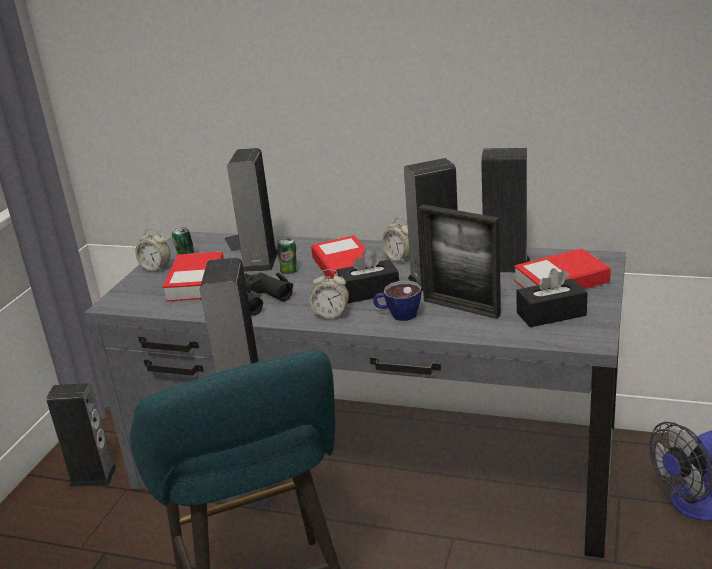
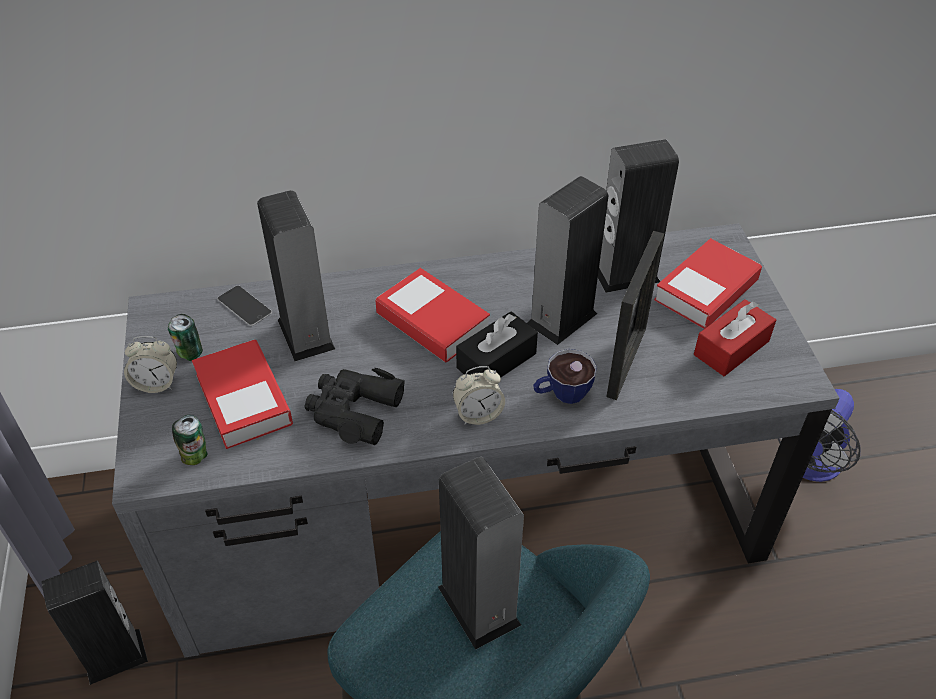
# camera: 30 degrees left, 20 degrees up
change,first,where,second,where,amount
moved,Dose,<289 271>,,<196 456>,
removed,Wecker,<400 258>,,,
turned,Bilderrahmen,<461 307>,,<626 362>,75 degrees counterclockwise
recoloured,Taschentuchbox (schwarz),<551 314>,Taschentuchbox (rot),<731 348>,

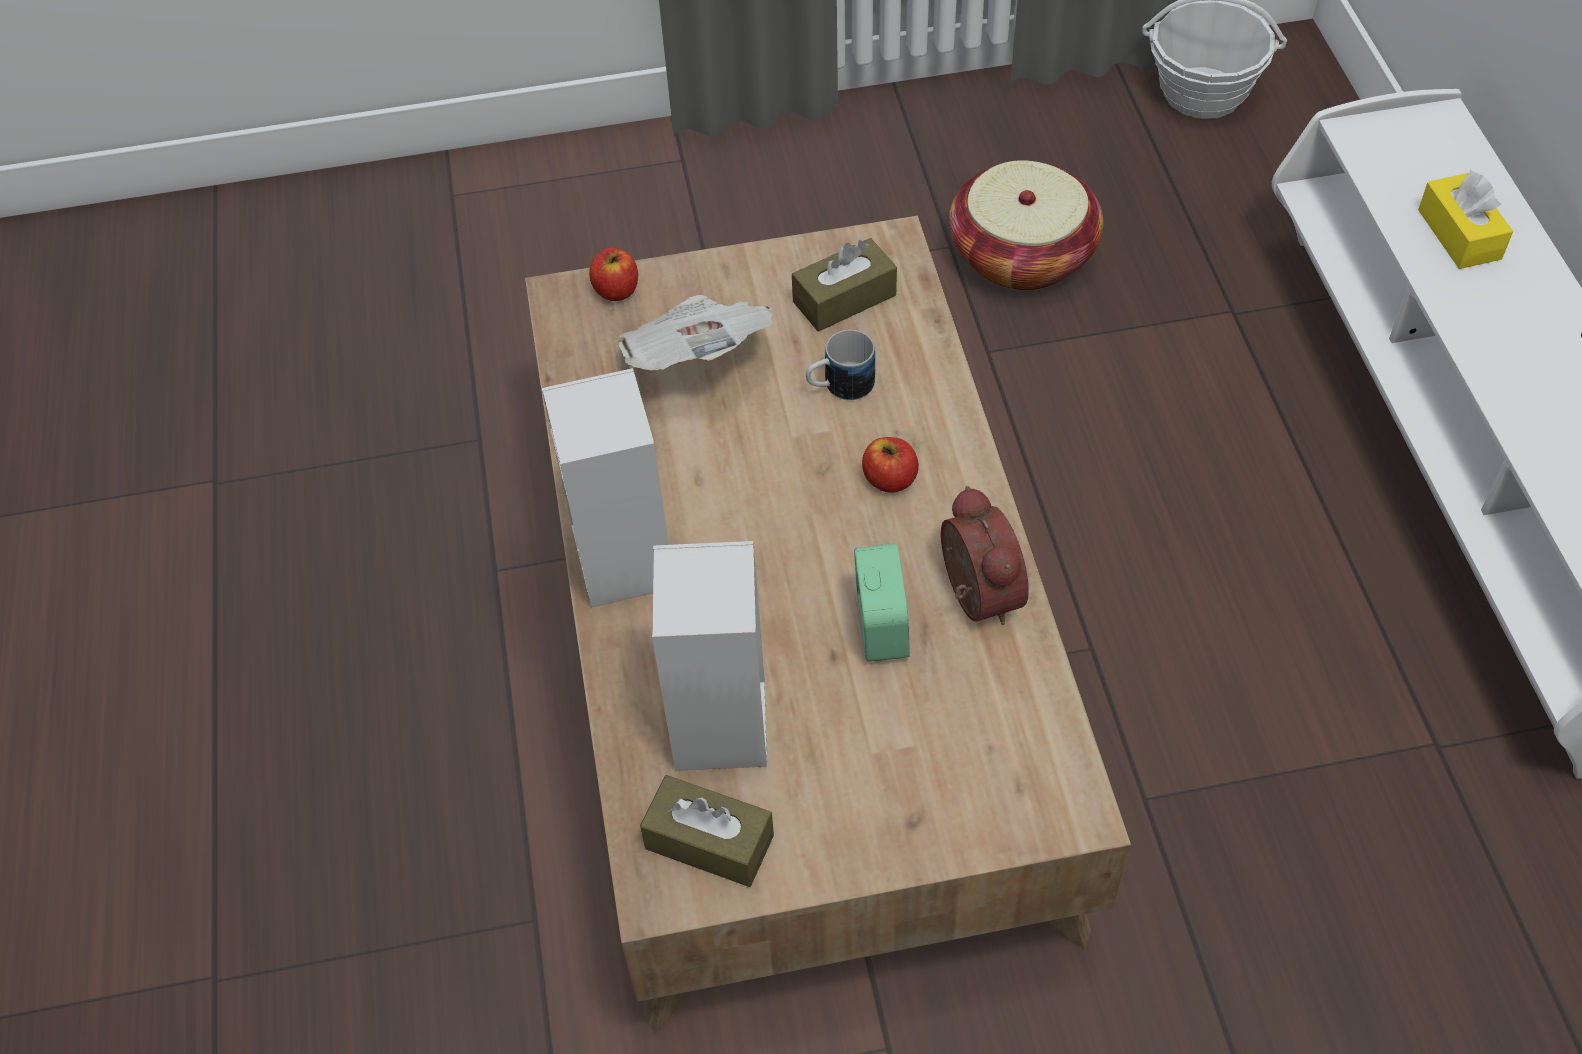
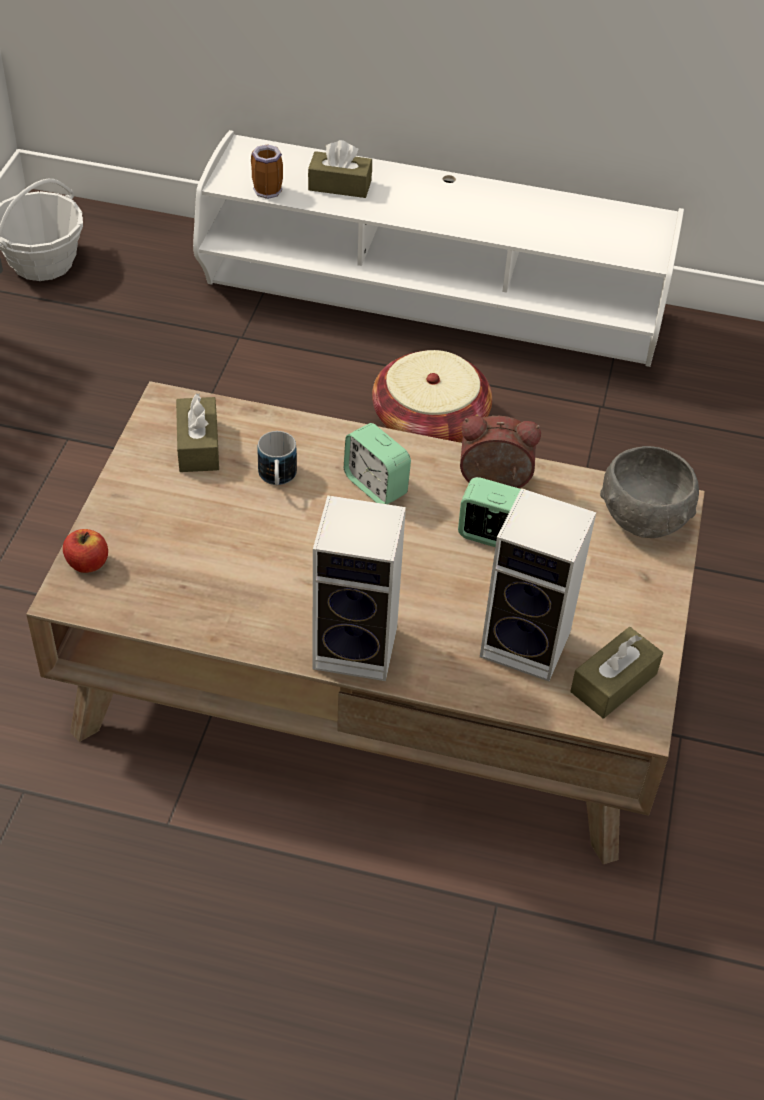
# camera: 70 degrees left, 5 degrees down
change,first,where,second,where,amount
removed,Zeitung,<697 359>,,,
replaced,Apfel,<890 479>,Wecker,<375 485>,
moved,Korb,<1022 255>,,<430 423>,
recoloured,Taschentuchbox (gelb),<1459 234>,Taschentuchbox (braun),<340 185>,
added,,,Henkelbecher,<264 190>,
added,,,Schüssel (grau),<643 517>,

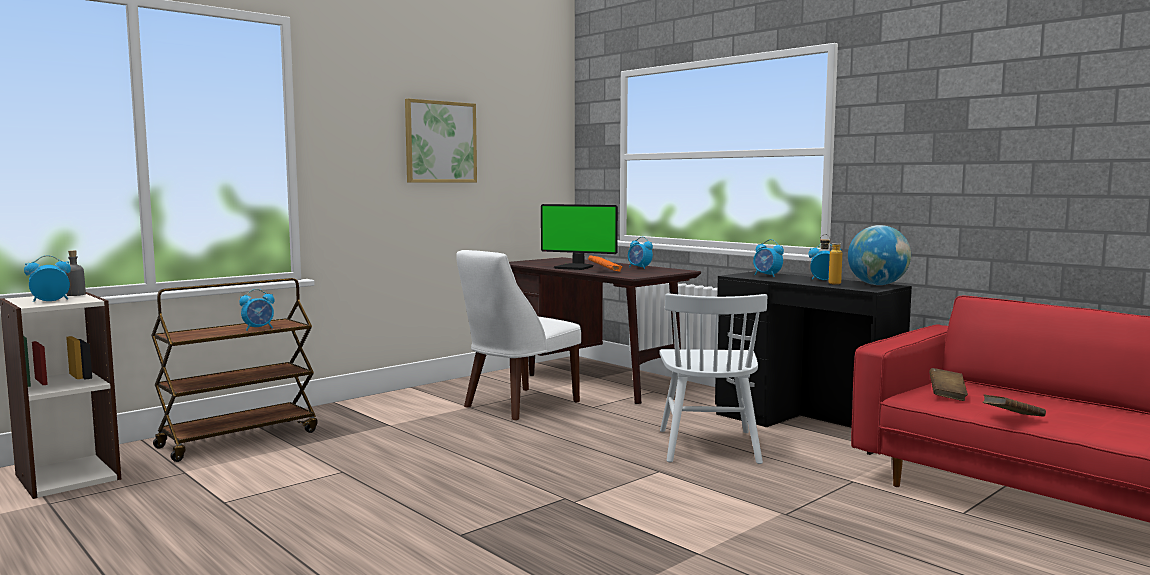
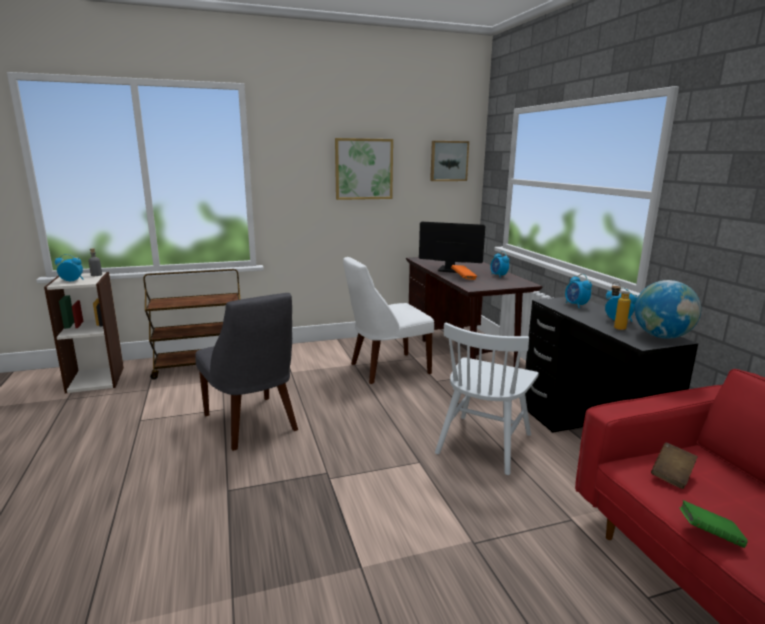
# camera: 25 degrees right, 10 degrees up
change,first,where,second,where,amount
removed,Wecker,<259 328>,,,
turned,Monitor,<575 267>,,<450 270>,150 degrees clockwise
recoloured,Buch (braun),<1012 418>,Buch (grün),<709 535>,
added,,,Stuhl (grau),<252 424>,
added,,,Bild,<448 161>,

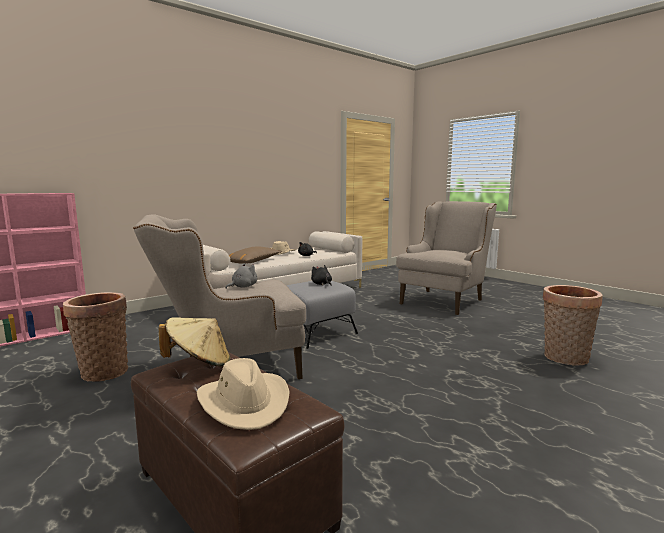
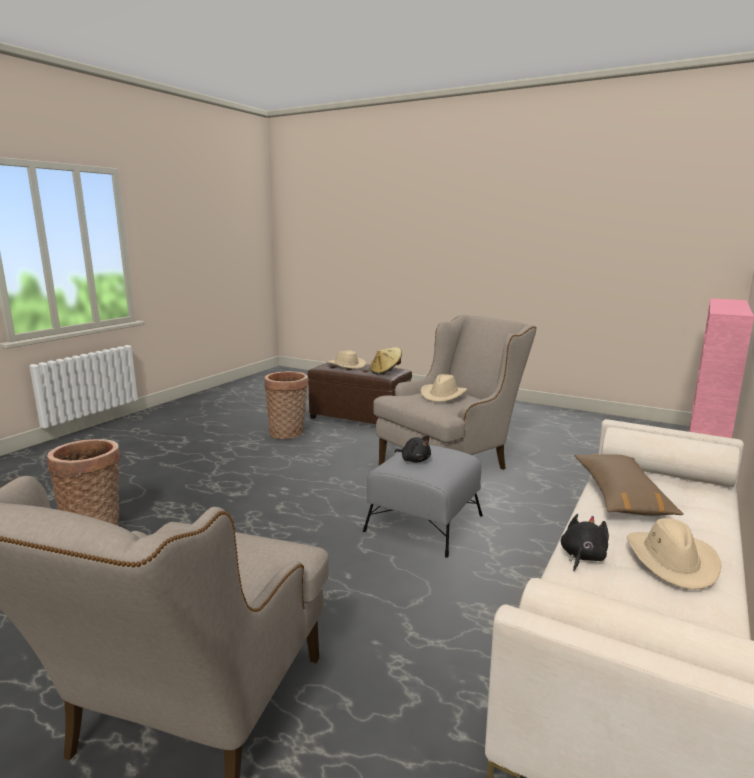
# camera: 160 degrees right, 5 degrees up
change,first,where,second,where,amount
moved,Korb,<102 371>,,<288 433>,
replaced,Plüschtier (grau),<243 287>,Hut (beige),<443 395>,

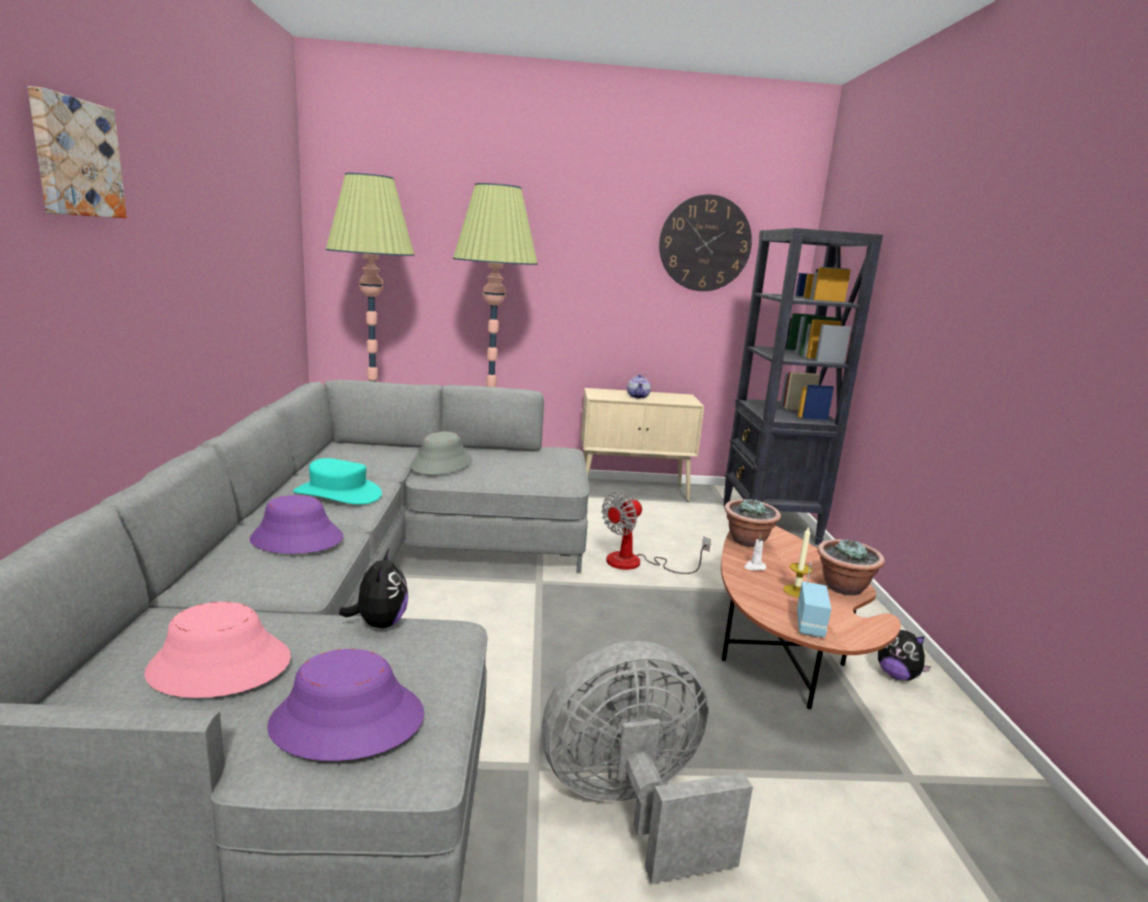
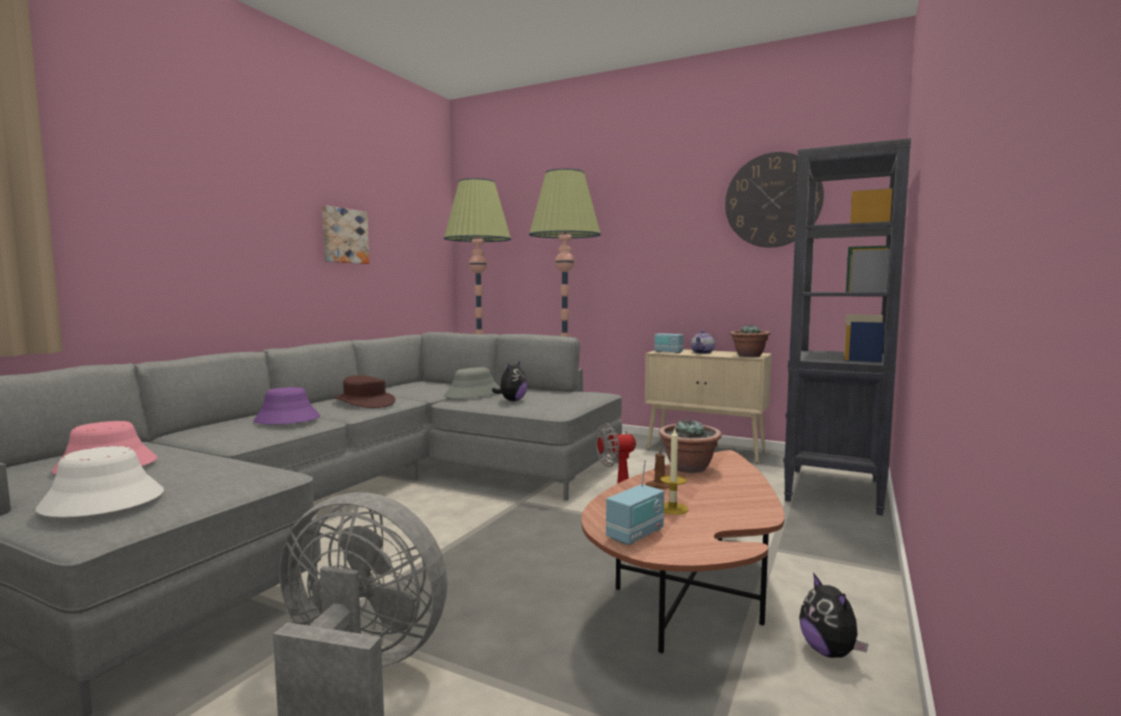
# camera: 30 degrees right, 10 degrees down
change,first,where,second,where,amount
moved,Bild,<74 158>,,<344 236>,
recoloured,Hut (lila),<347 721>,Hut (weiß),<102 501>,
recoloured,Hut (türkis),<338 493>,Hut (braun),<365 402>,
moved,Plüschtier,<379 624>,,<512 401>,
recoloured,Kerze (weiß),<754 567>,Kerze (braun),<658 486>,
moved,Topfpflanze,<844 588>,,<749 356>,
added,,,Radio,<668 352>,

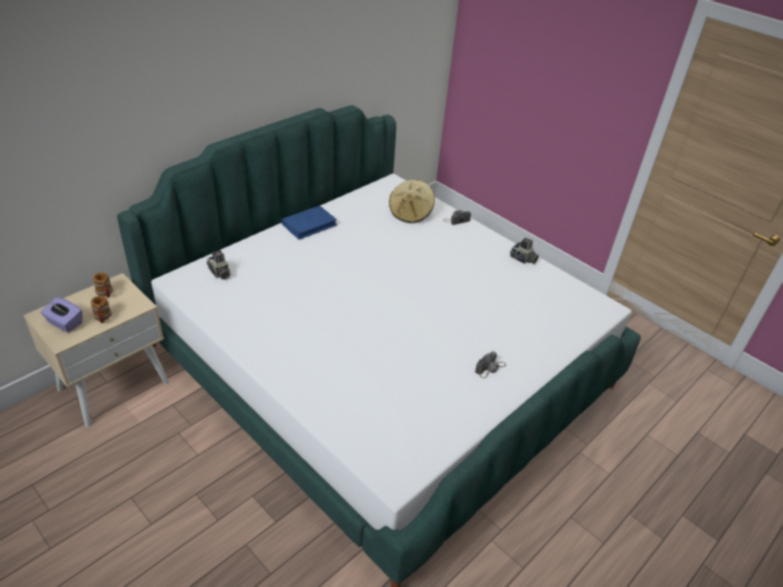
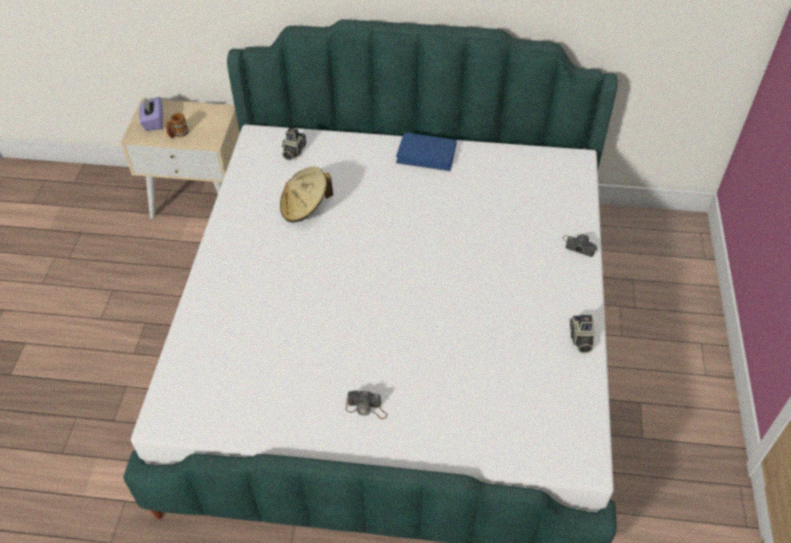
# camera: 55 degrees right, 10 degrees up
change,first,where,second,where,amount
removed,Henkelbecher,<105 293>,,,
moved,Hut (beige),<410 213>,,<305 208>,

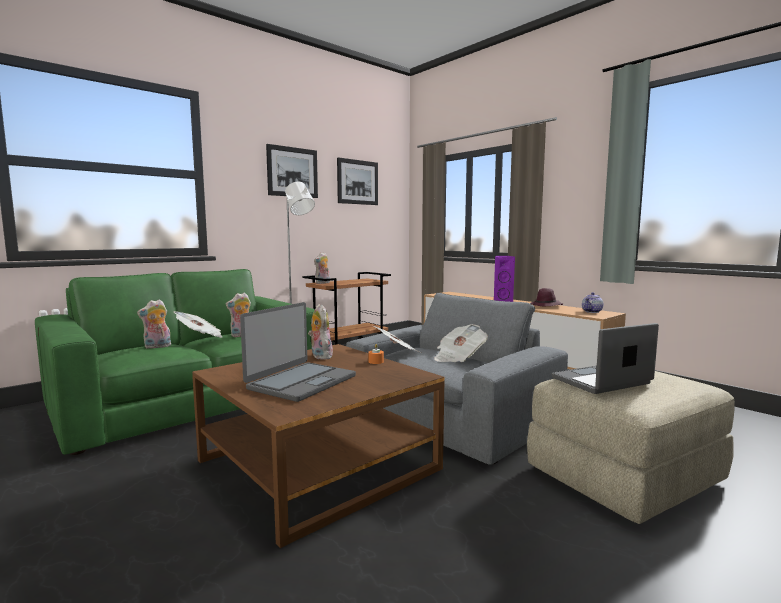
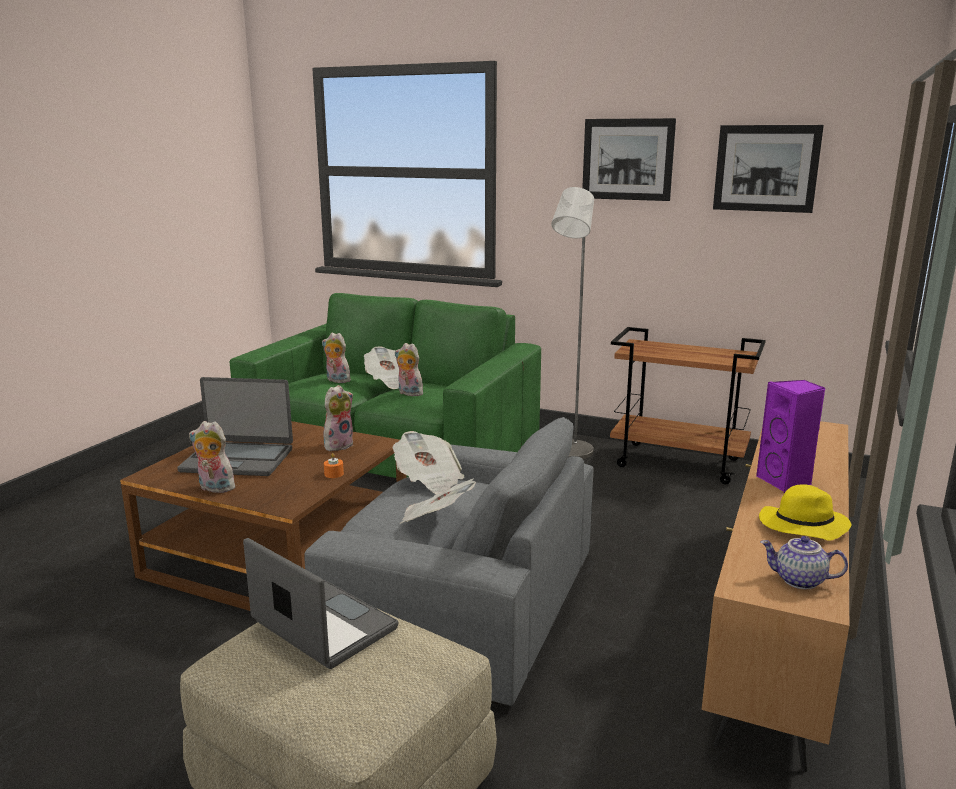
# camera: 65 degrees right, 10 degrees up
change,first,where,second,where,amount
moved,Plüschtier,<323 283>,,<214 488>,
recoloured,Hut (lila),<546 306>,Hut (gelb),<802 526>,

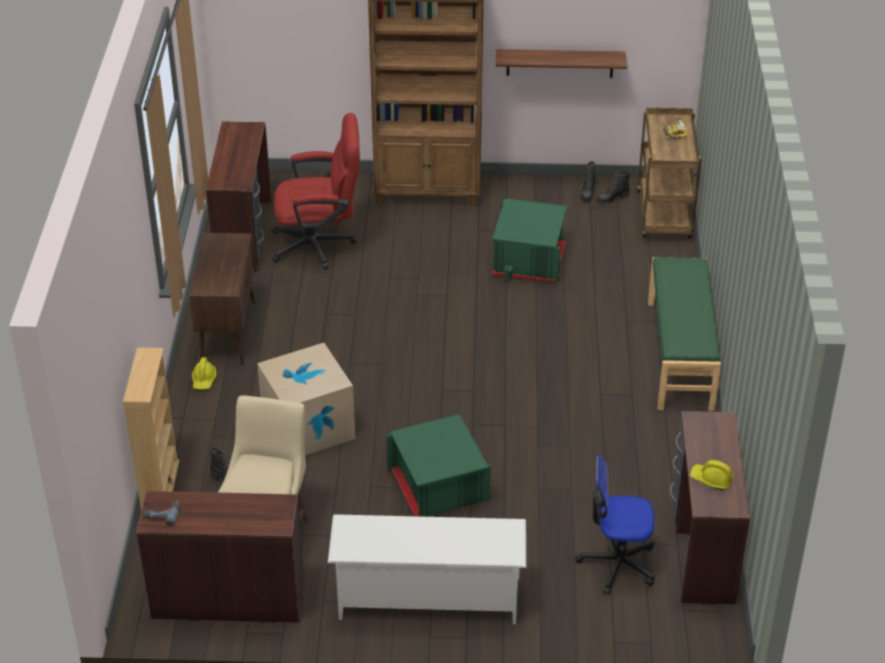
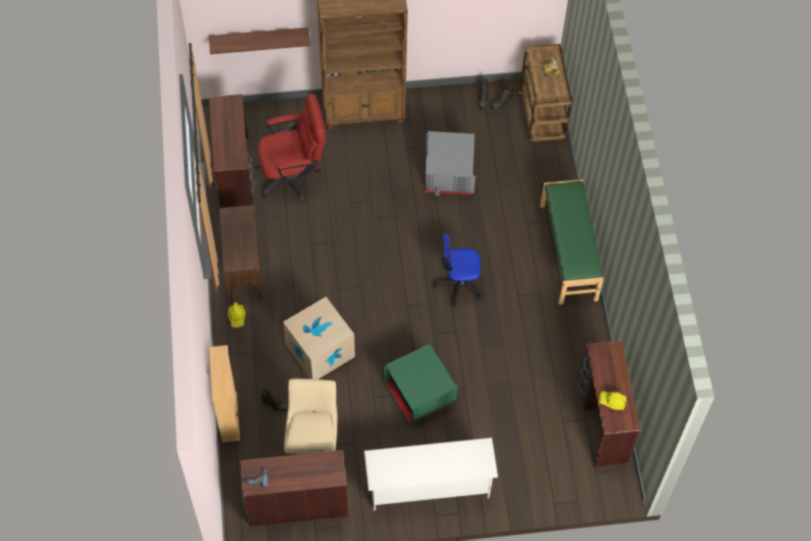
# camera: 10 degrees left, 20 degrees up
change,first,where,second,where,amount
recoloured,Aufbewahrungsbox (grün),<529 259>,Aufbewahrungsbox (grau),<449 172>,
moved,Wandregal,<560 63>,,<259 38>,
moved,Bürostuhl,<617 563>,,<458 285>,

